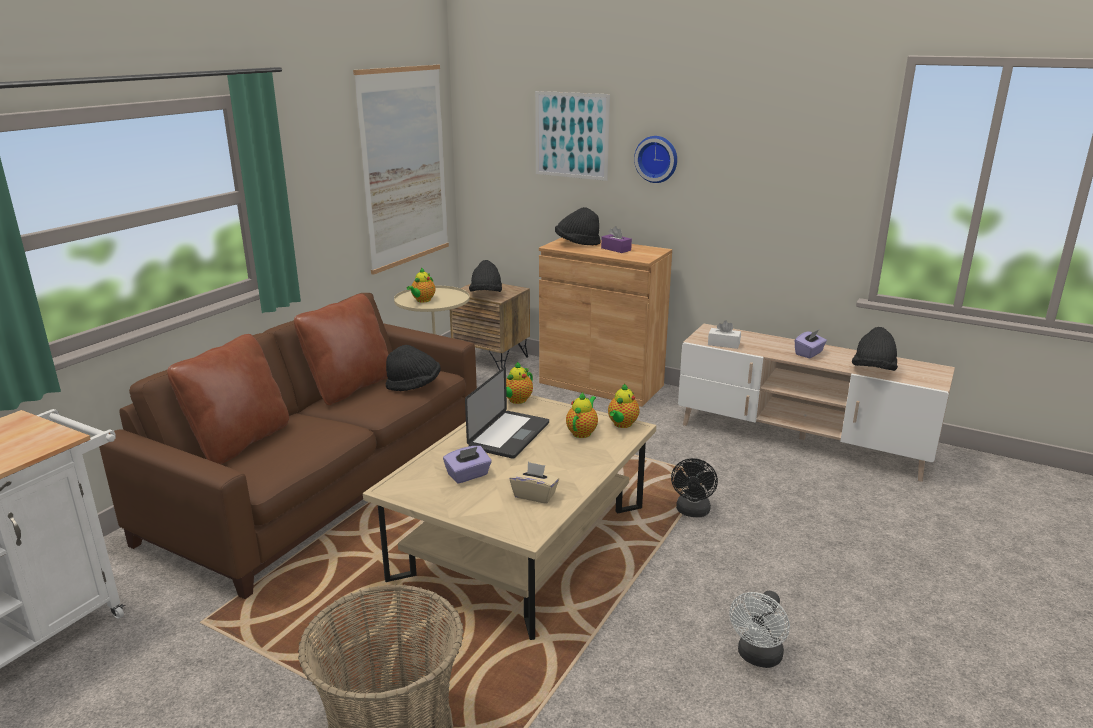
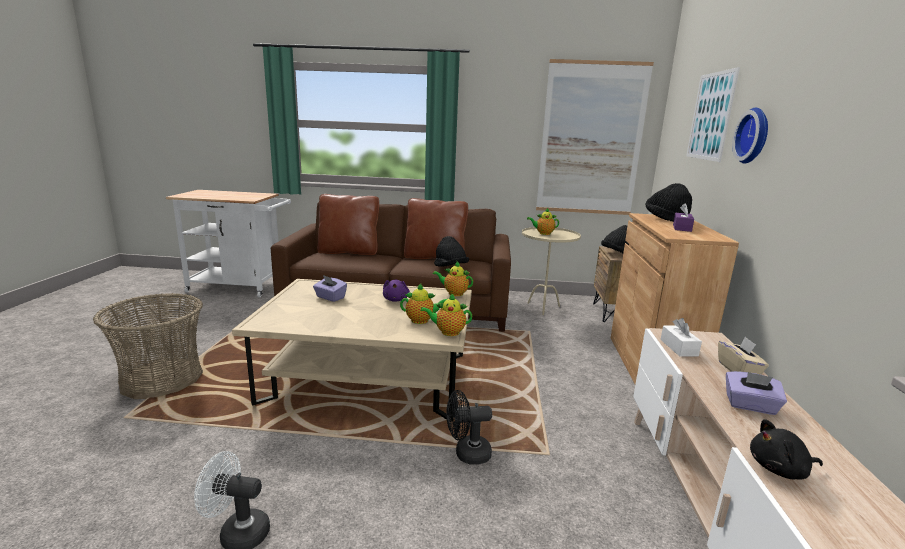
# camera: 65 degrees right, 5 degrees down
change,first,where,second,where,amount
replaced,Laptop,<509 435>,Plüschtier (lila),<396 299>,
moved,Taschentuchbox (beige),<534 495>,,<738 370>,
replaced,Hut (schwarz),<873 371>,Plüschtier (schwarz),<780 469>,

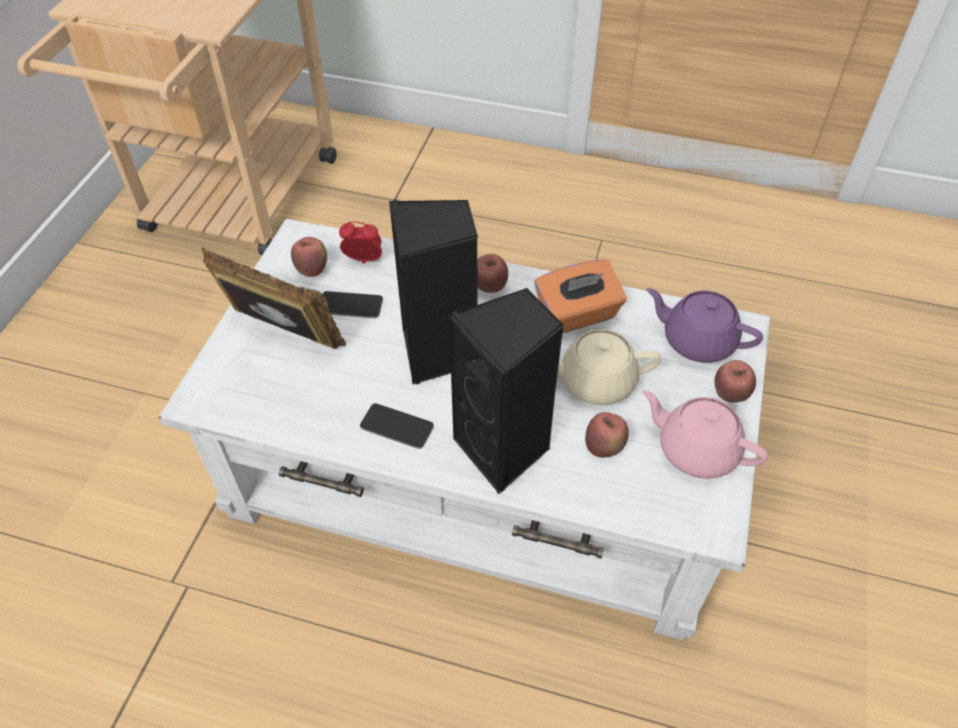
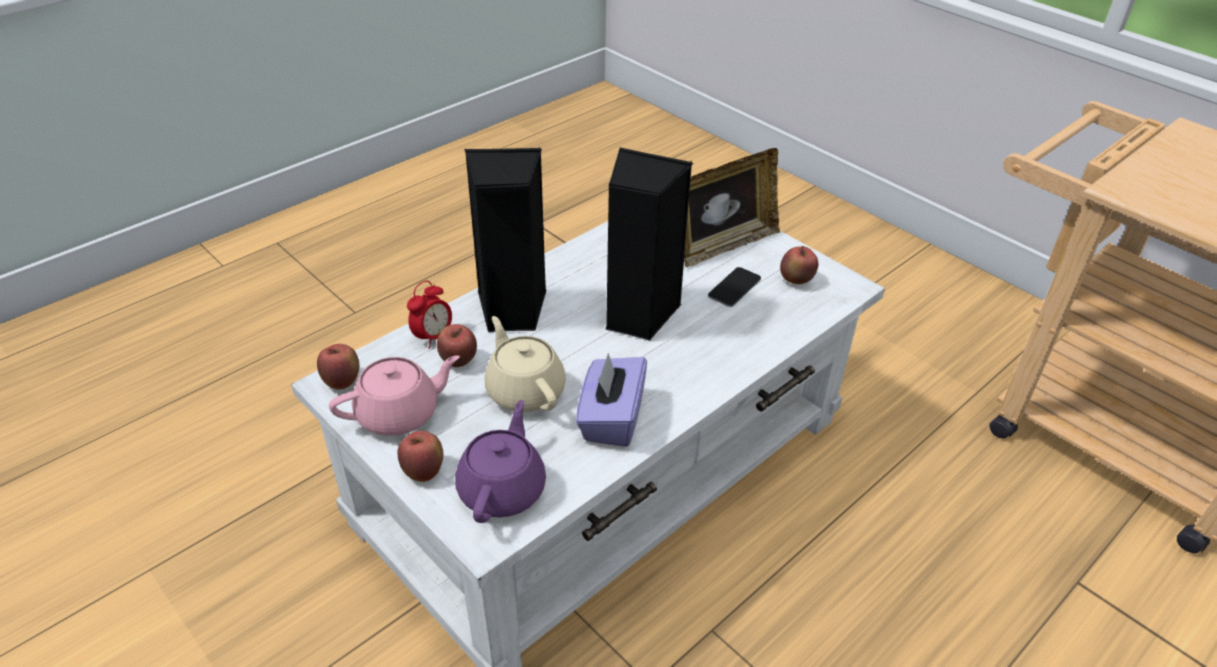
# camera: 120 degrees right, 10 degrees down
change,first,where,second,where,amount
moved,Wecker,<364 261>,,<433 337>,
removed,Handy,<397 426>,,,
moved,Apfel,<490 287>,,<342 382>,
recoloured,Taschentuchbox (orange),<577 314>,Taschentuchbox (lila),<611 419>,
turned,Teekanne (beige),<595 381>,,<525 390>,60 degrees counterclockwise
turned,Teekanne (lila),<697 340>,,<503 489>,45 degrees counterclockwise

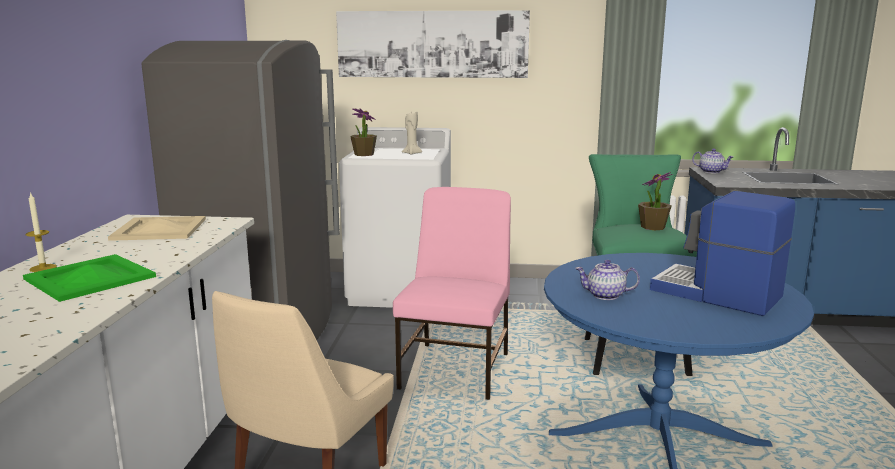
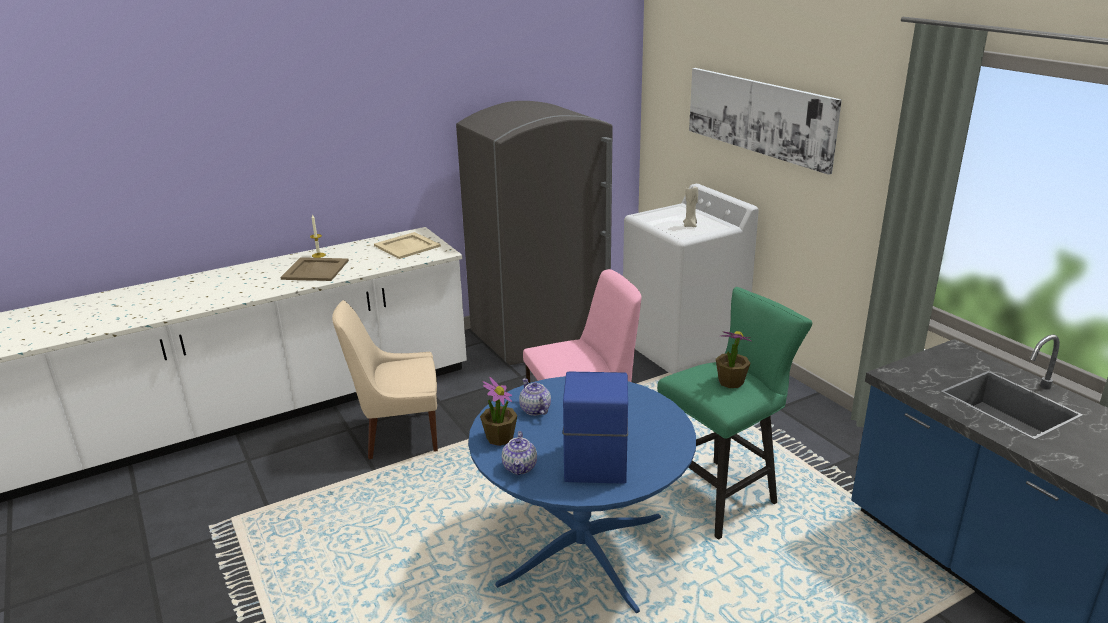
# camera: 55 degrees right, 10 degrees up
change,first,where,second,where,amount
recoloured,Tablett (grün),<91 278>,Tablett (beige),<315 270>,
moved,Topfpflanze,<364 154>,,<499 438>,
moved,Teekanne,<711 171>,,<520 467>,

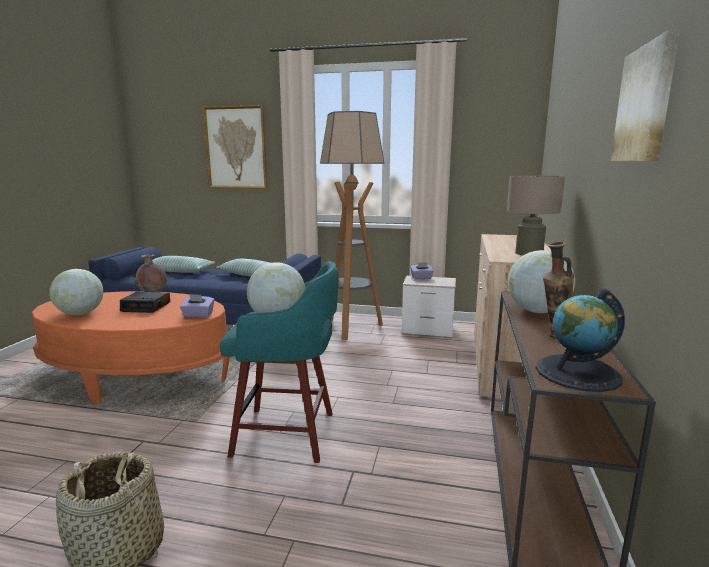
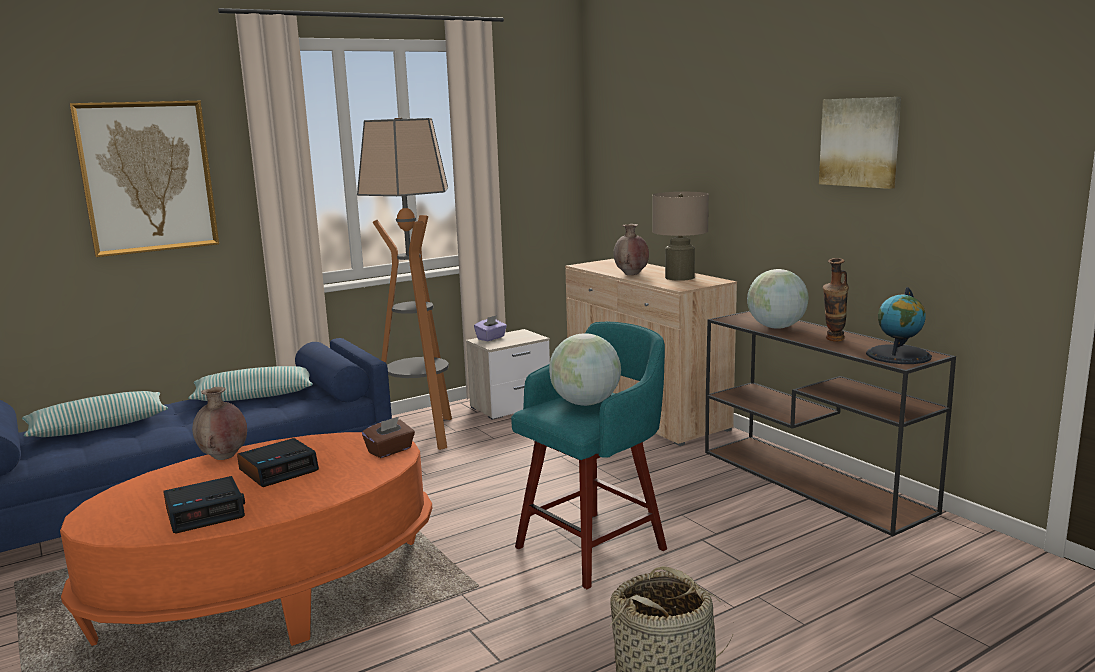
# camera: 45 degrees left, 0 degrees up
change,first,where,second,where,amount
replaced,Globus,<80 313>,Wecker,<206 512>,
recoloured,Taschentuchbox (lila),<198 315>,Taschentuchbox (braun),<390 451>,
added,,,Vase (braun),<631 274>,

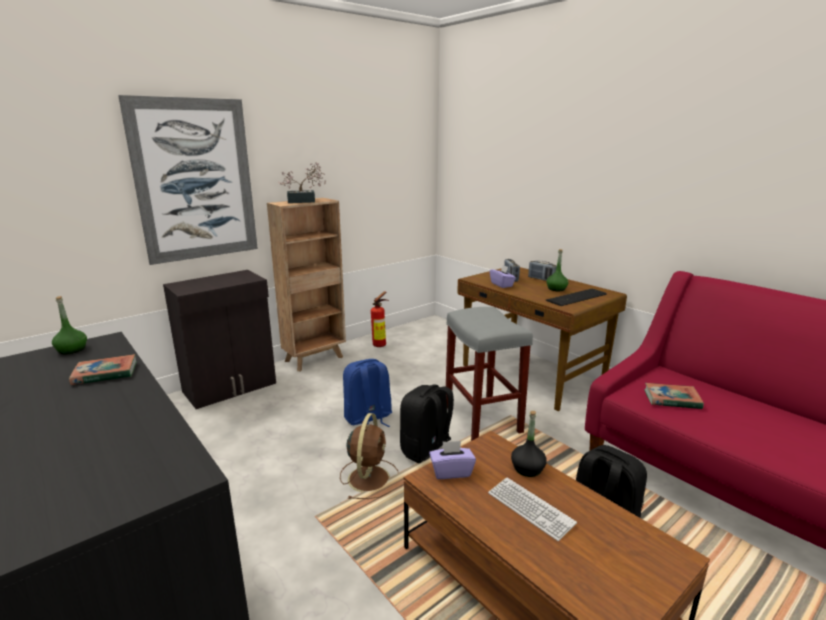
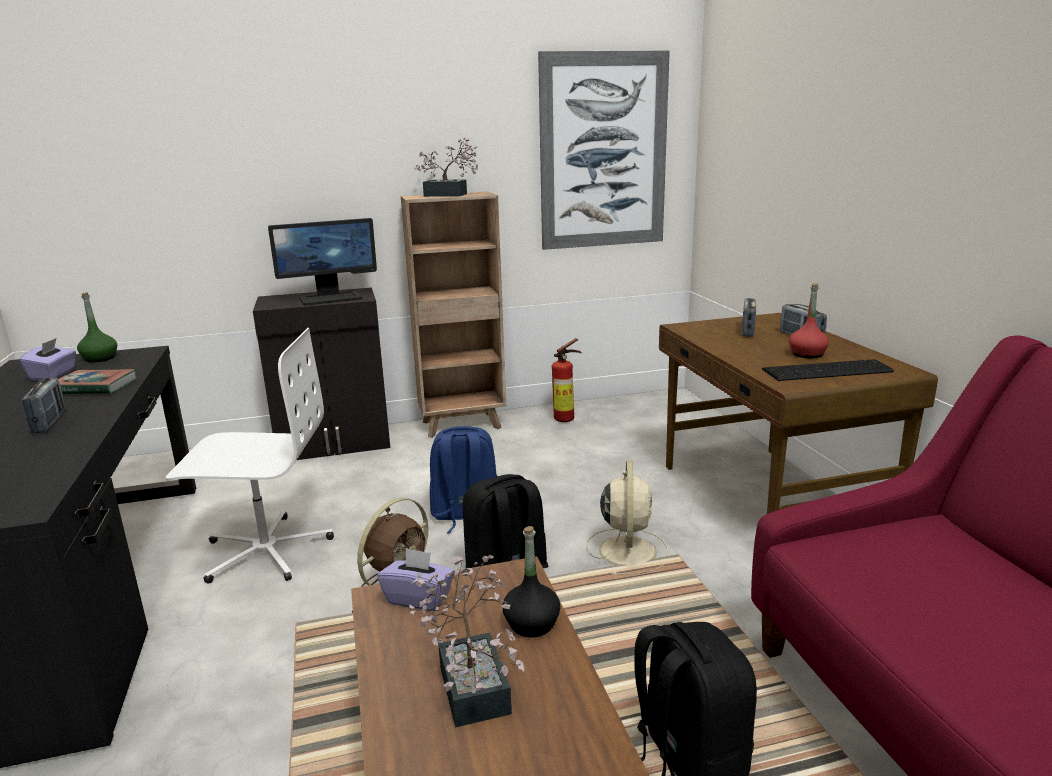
# camera: 25 degrees right, 0 degrees up
change,first,where,second,where,amount
moved,Bild,<195 180>,,<603 152>,
replaced,Hocker (grau),<481 418>,Ventilator (beige),<627 550>,
replaced,Tastatur,<530 509>,Topfpflanze,<473 681>,
moved,Taschentuchbox (lila),<502 284>,,<53 374>,
recoloured,Flasche (grün),<556 289>,Flasche (rot),<807 354>,
removed,Buch,<672 399>,,,
added,,,Radio,<49 422>,
added,,,Bürostuhl (weiß),<266 550>,
added,,,Monitor,<331 298>,

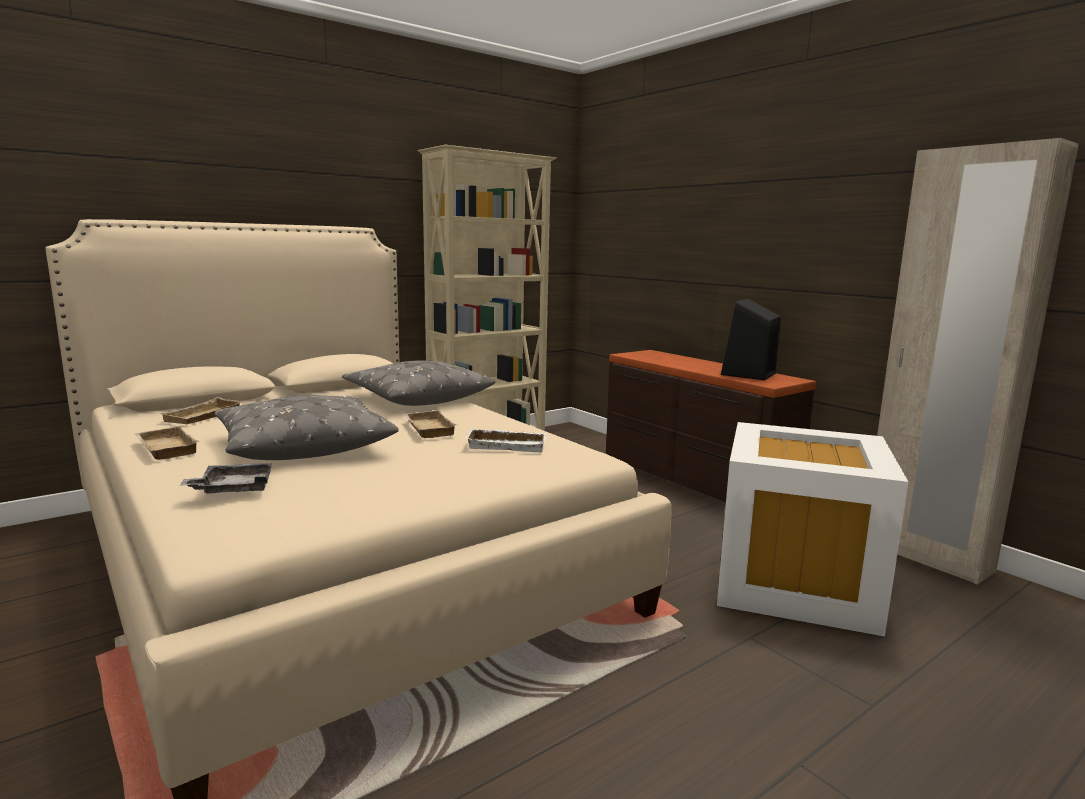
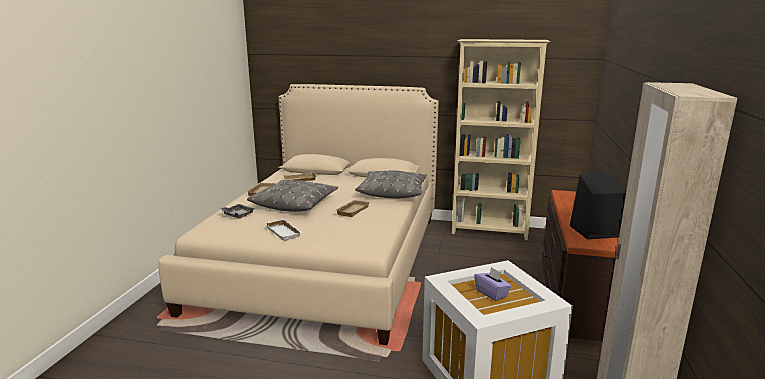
# camera: 50 degrees right, 5 degrees up
change,first,where,second,where,amount
moved,Tablett (weiß),<508 445>,,<285 232>,
added,,,Taschentuchbox (lila),<491 293>,

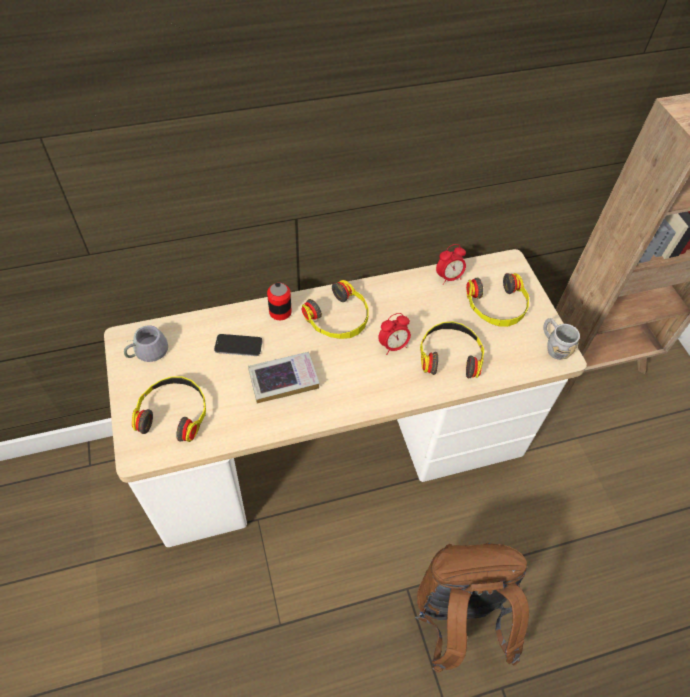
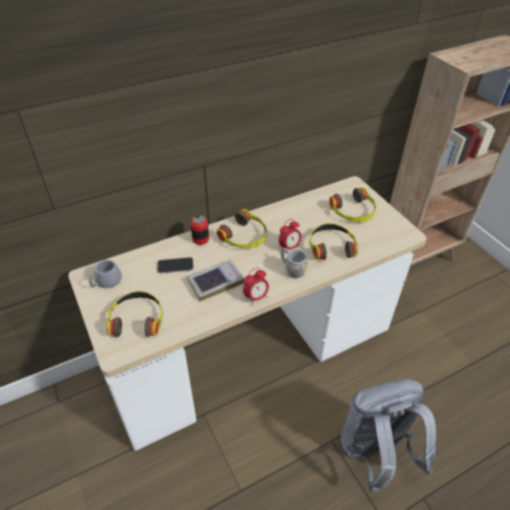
# camera: 10 degrees left, 10 degrees down
change,first,where,second,where,amount
recoloured,Rucksack (braun),<457 618>,Rucksack (grau),<375 454>,
moved,Wecker,<448 277>,,<256 297>,
moved,Henkelbecher (grau),<553 346>,,<292 269>,

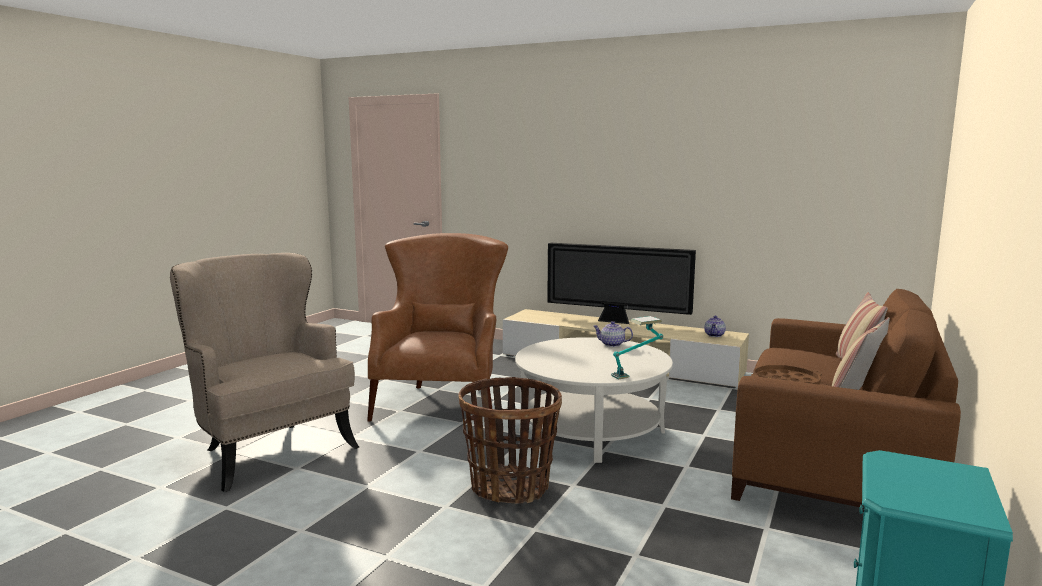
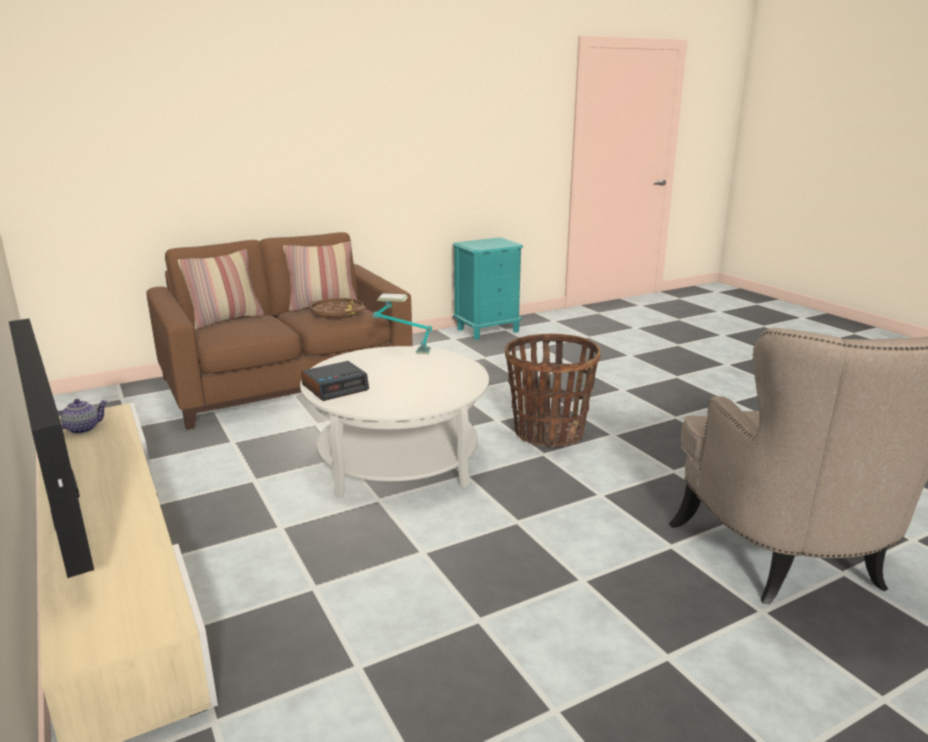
# camera: 145 degrees left, 10 degrees up
change,first,where,second,where,amount
removed,Sessel (braun),<443 399>,,,
replaced,Teekanne,<611 344>,Wecker,<335 387>,

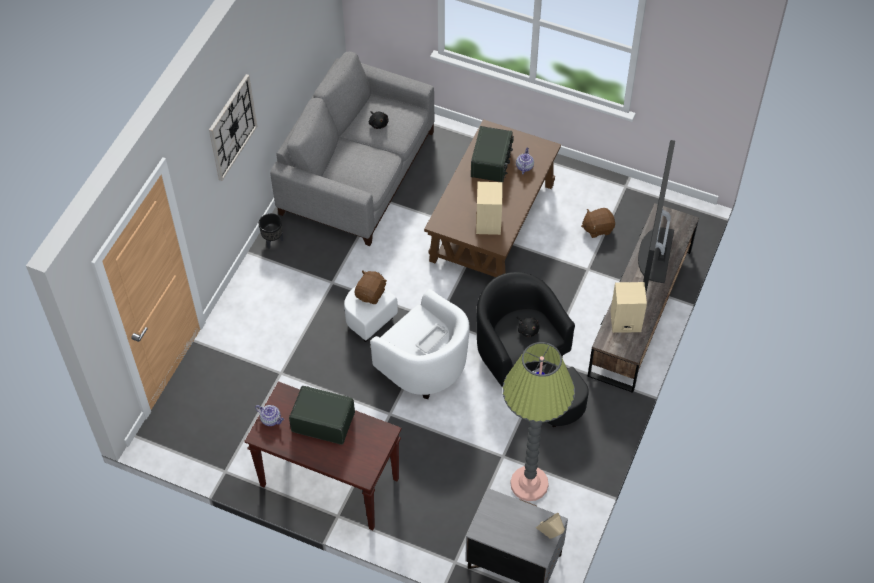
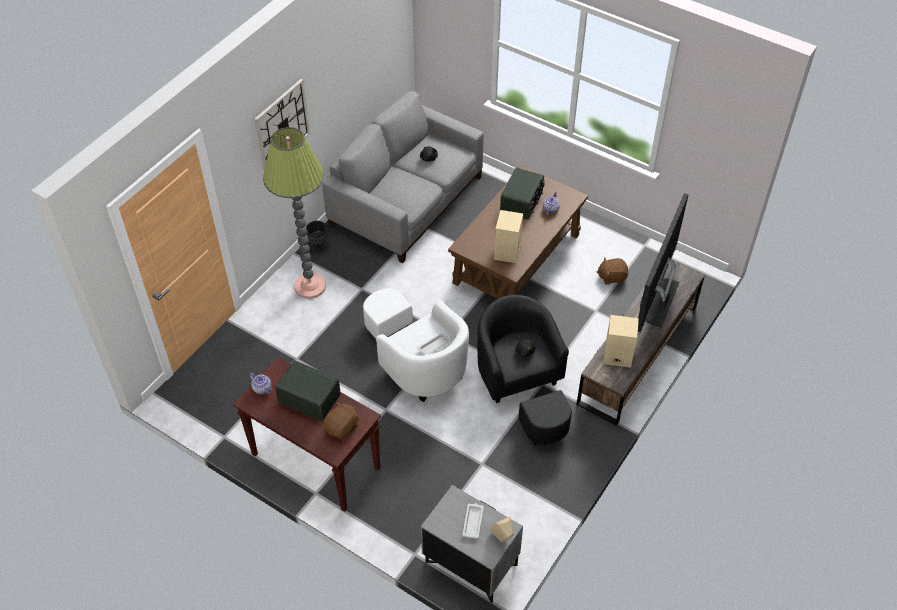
# camera: 10 degrees right, 5 degrees down
change,first,where,second,where,amount
moved,Plüschtier (braun),<371 294>,,<342 428>,
moved,Stehlampe,<529 484>,,<310 286>,
added,,,Tablett (weiß),<473 521>,

